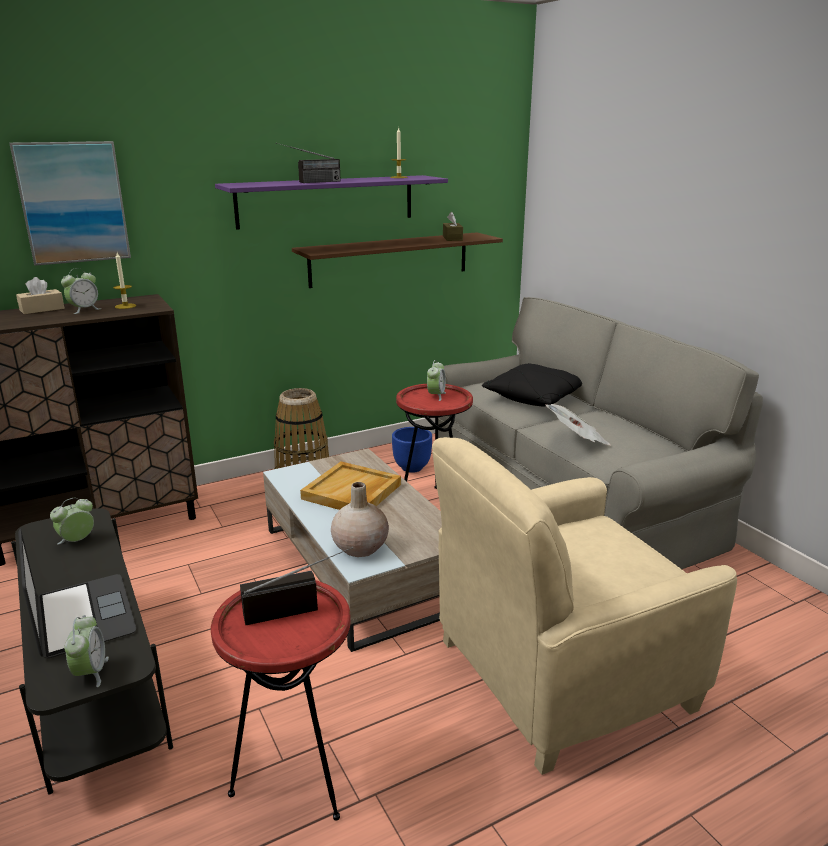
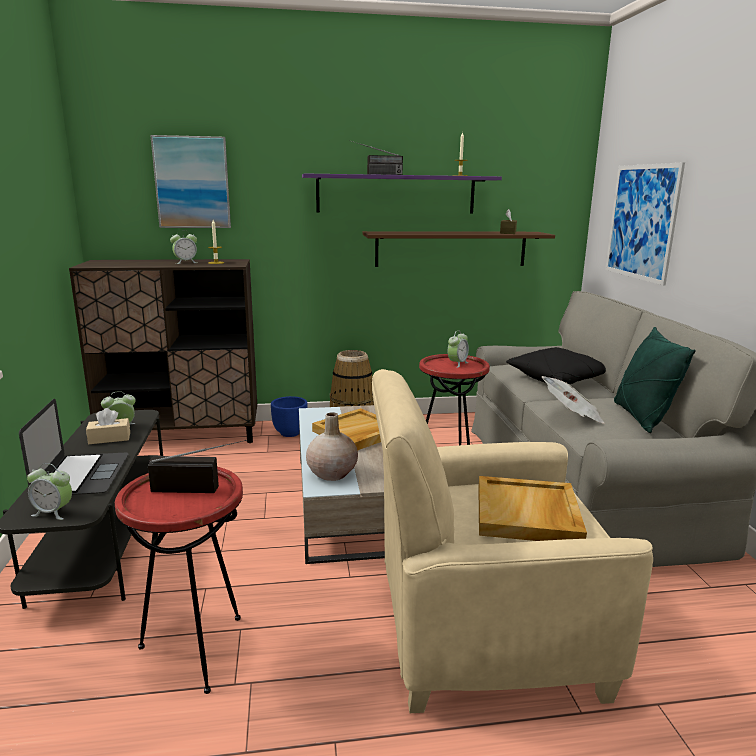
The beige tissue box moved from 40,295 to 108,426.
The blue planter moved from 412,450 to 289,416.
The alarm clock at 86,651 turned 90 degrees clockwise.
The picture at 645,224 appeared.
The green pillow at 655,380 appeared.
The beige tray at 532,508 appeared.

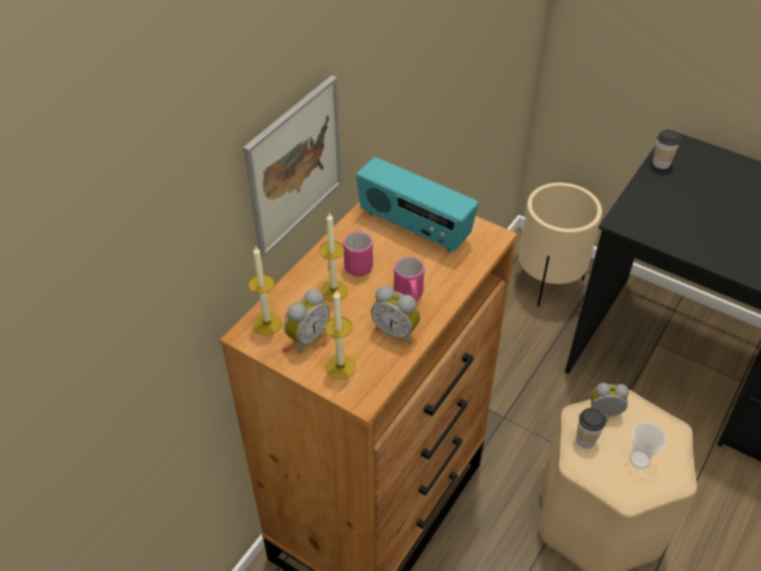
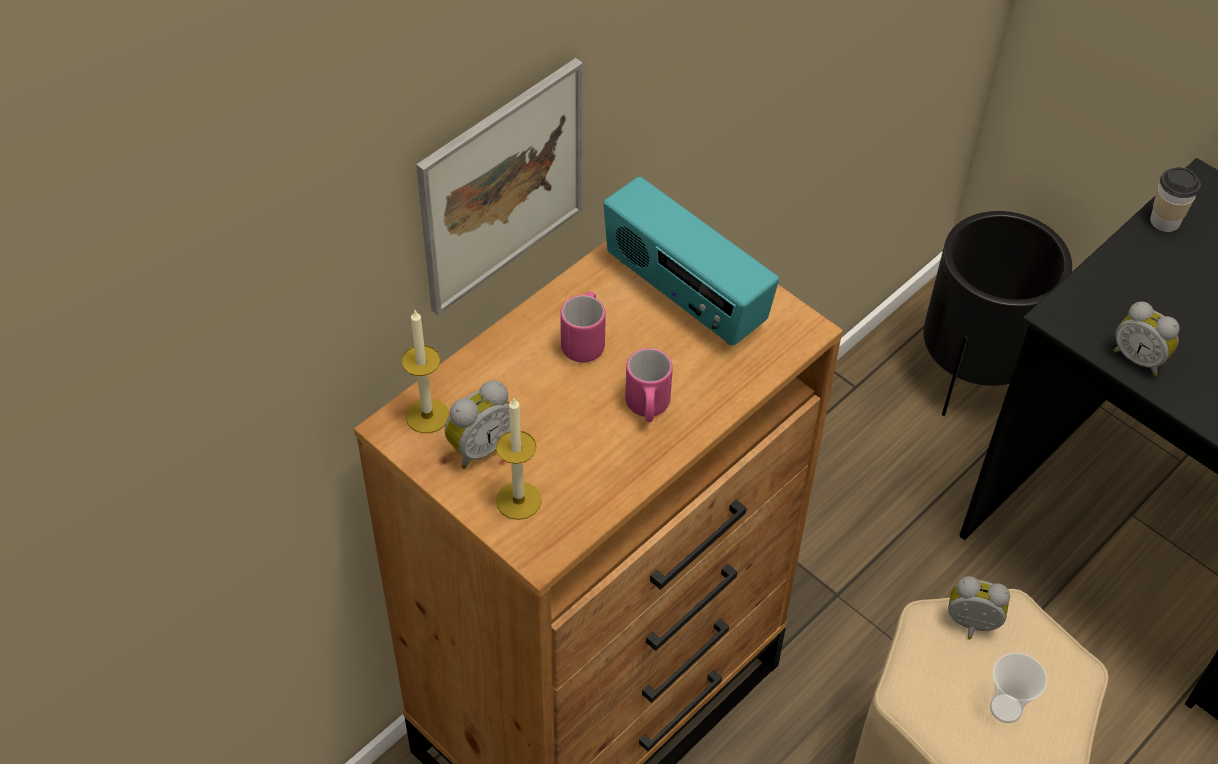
The beige planter at 560,245 became the black planter at 997,313.
The candle at 333,256 disappeared.
The alarm clock moved from 395,315 to 1146,338.
The cup at 591,428 disappeared.

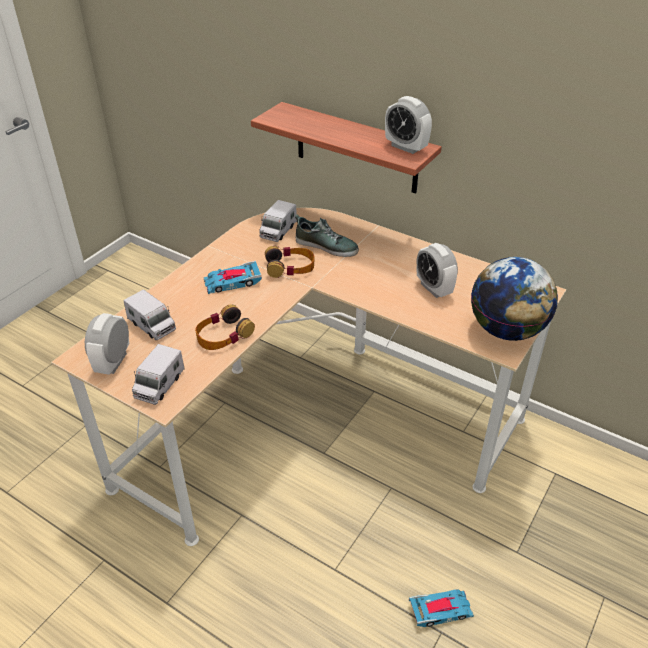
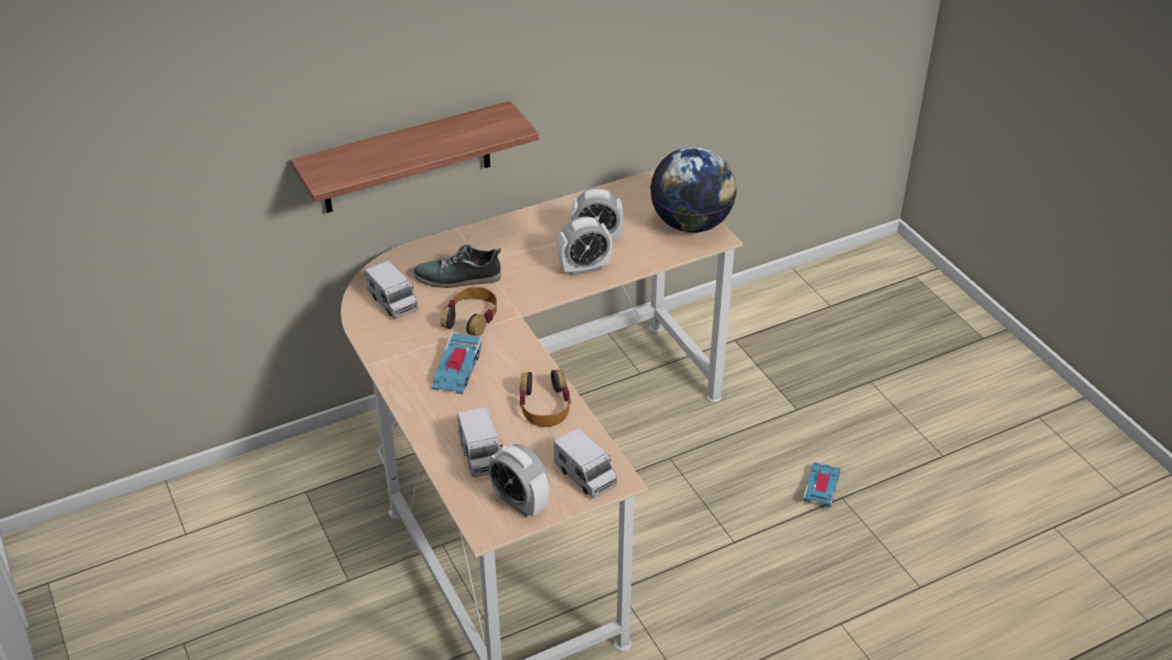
The alarm clock moved from 408,125 to 585,246.
The shoe at 327,236 turned 150 degrees counterclockwise.
The toy truck at 150,314 turned 90 degrees clockwise.

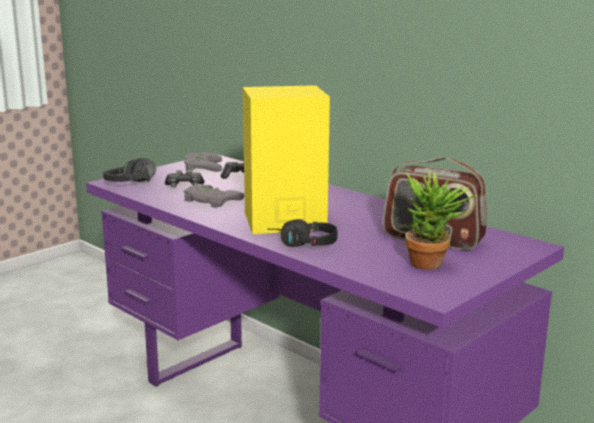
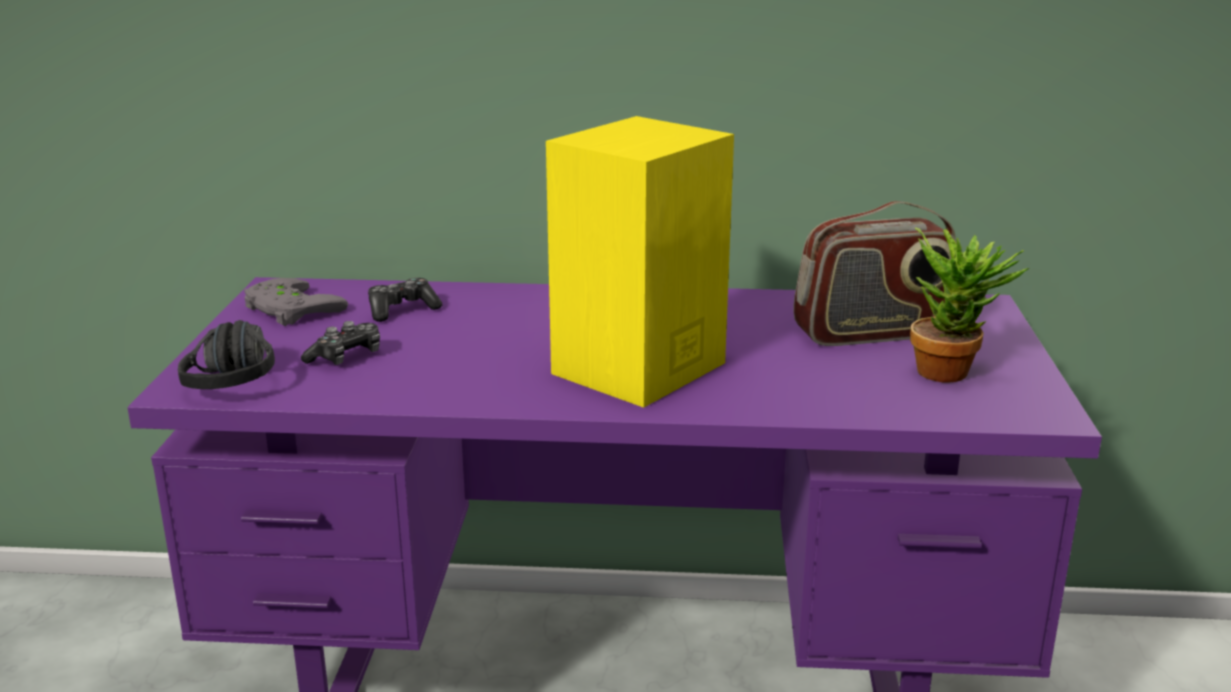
The grey game controller at 214,196 disappeared.
The black headphones at 303,233 disappeared.

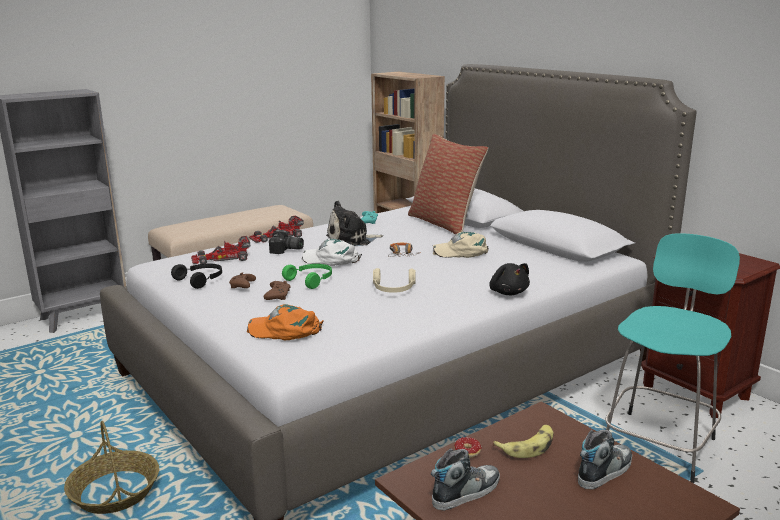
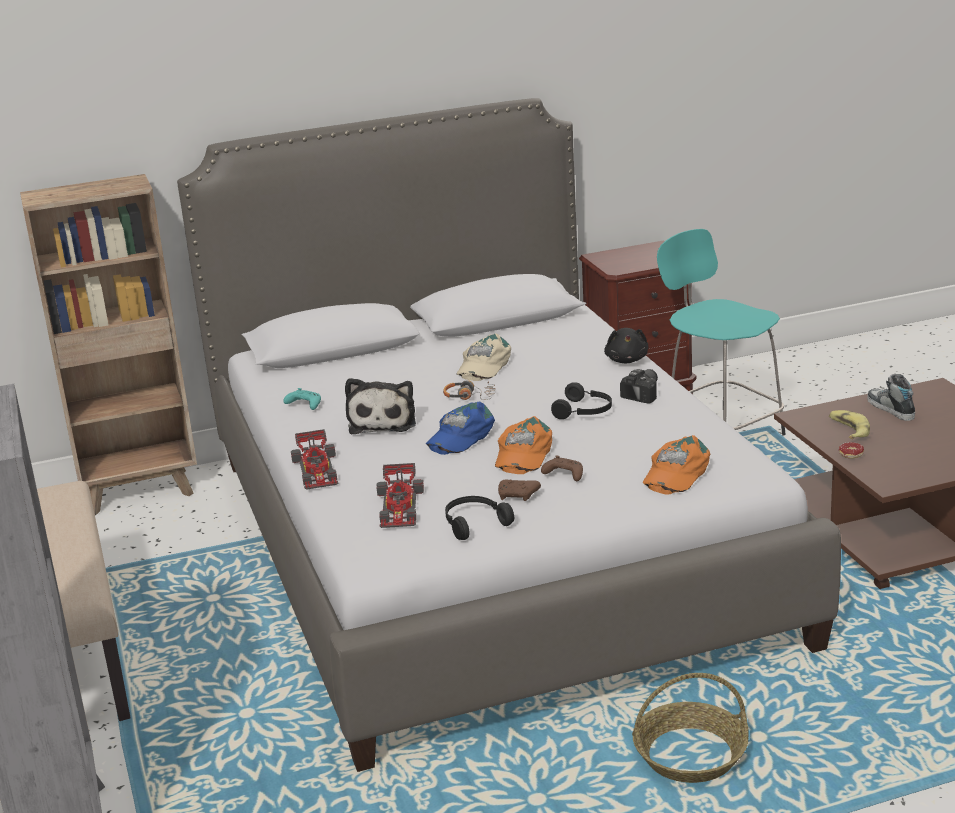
The pillow at 448,184 disappeared.
The photo camera moved from 286,242 to 639,386.
The white cap at 332,252 became the blue cap at 460,428.
The black plush toy at 509,279 turned 90 degrees clockwise.
The green headphones at 307,276 was replaced by the orange cap at 523,445.
The beige headphones at 394,280 became the black headphones at 581,400.
The shoe at 465,479 disappeared.

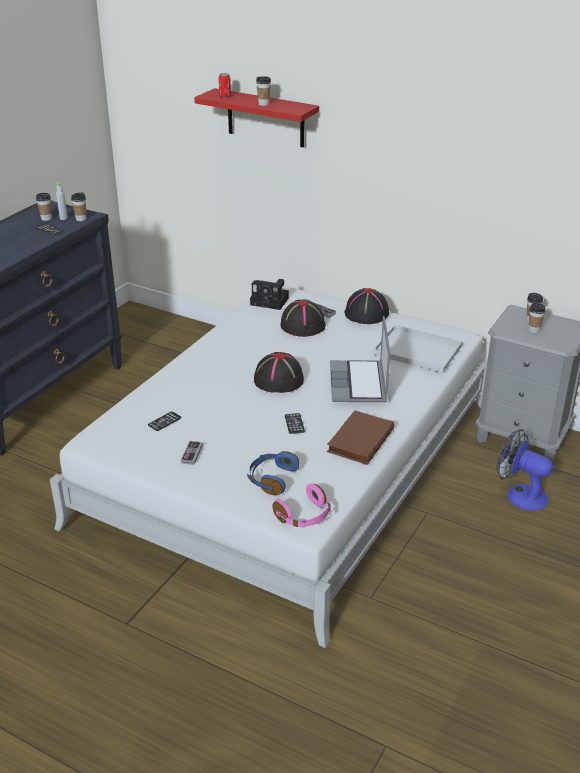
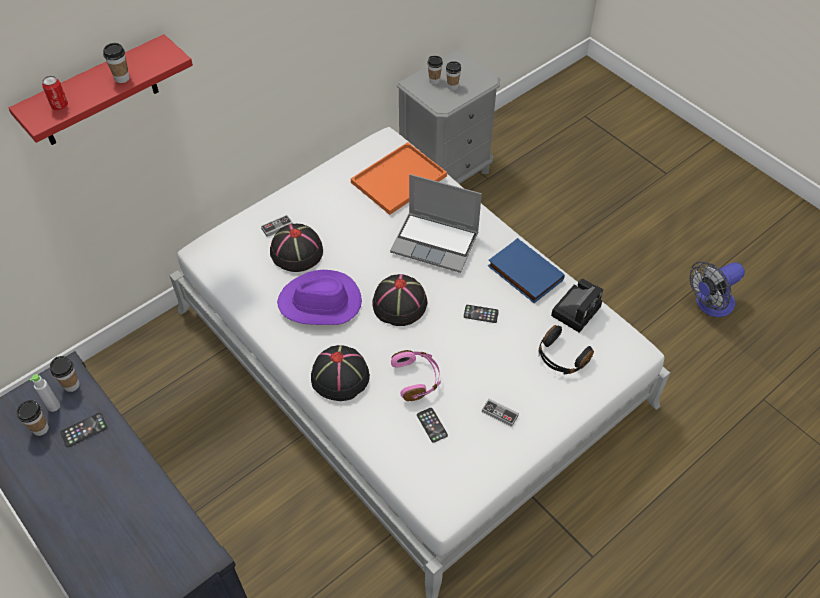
The photo camera moved from 269,294 to 577,306.
The black hat moved from 367,306 to 340,373.
The white tray at 417,349 became the orange tray at 399,178.
The brown book at 360,437 became the blue book at 526,270.
The fan moved from 524,470 to 717,289.
The blue headphones at 273,473 became the black headphones at 566,350.
The pink headphones moved from 302,506 to 416,375.
The purple hat at 319,297 appeared.

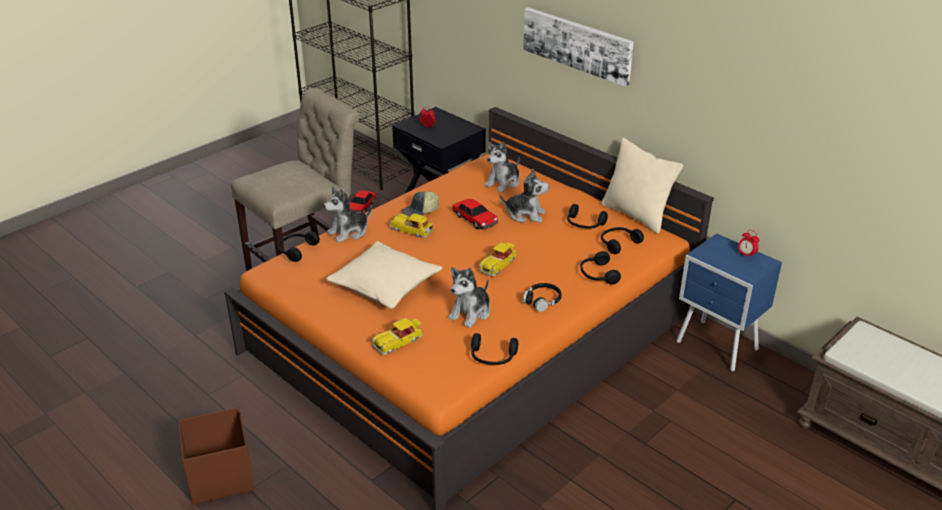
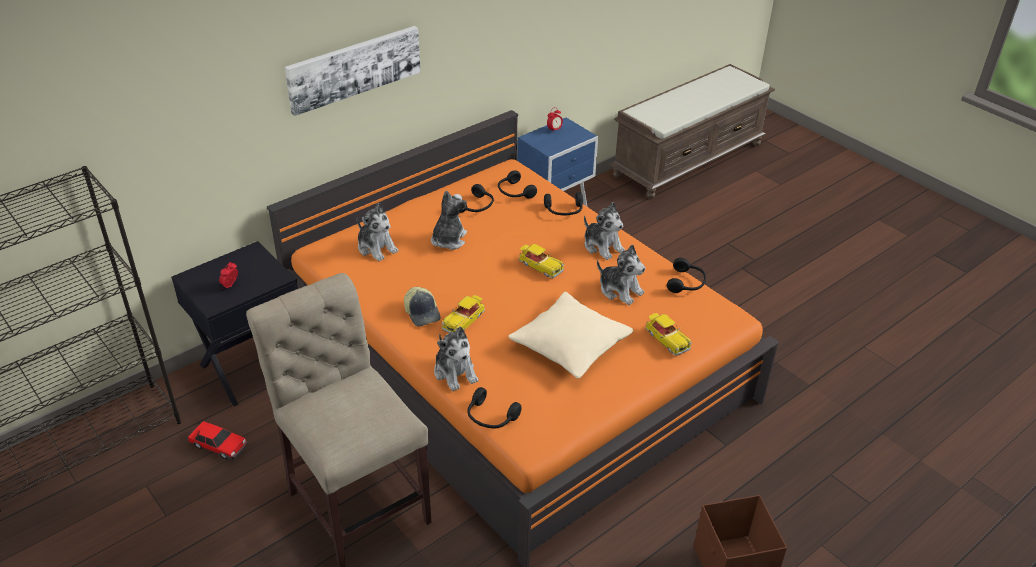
The beige pillow at 642,186 disappeared.
The toy car at 475,214 disappeared.
The black headphones at 542,297 was replaced by the plush toy at 604,231.

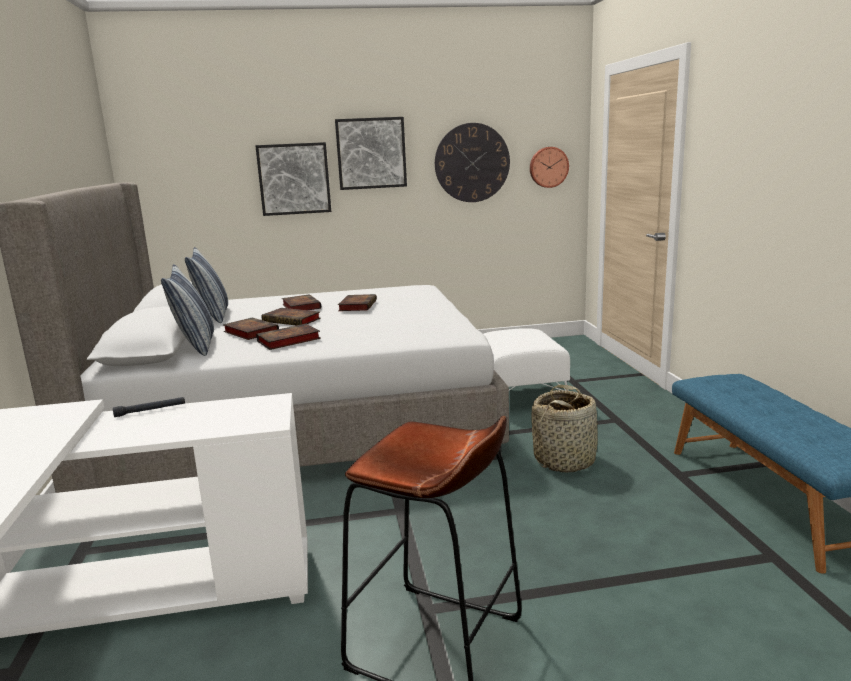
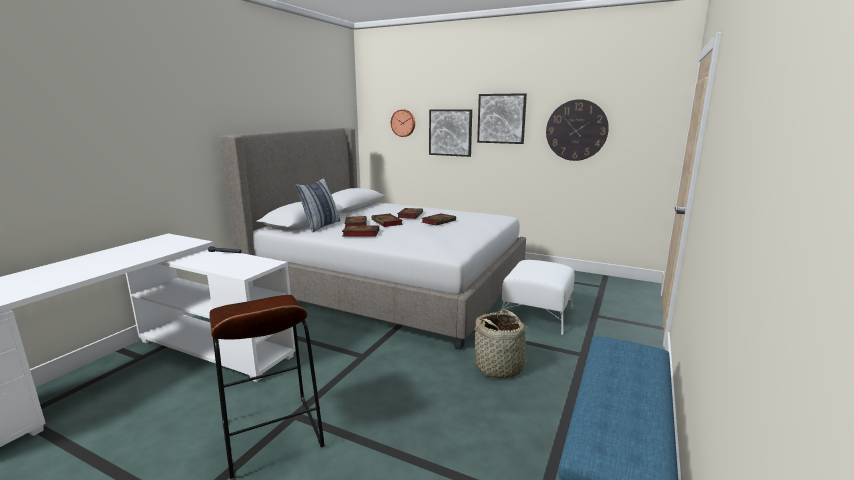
The wall clock moved from 549,167 to 403,123.
The pillow at 206,285 disappeared.

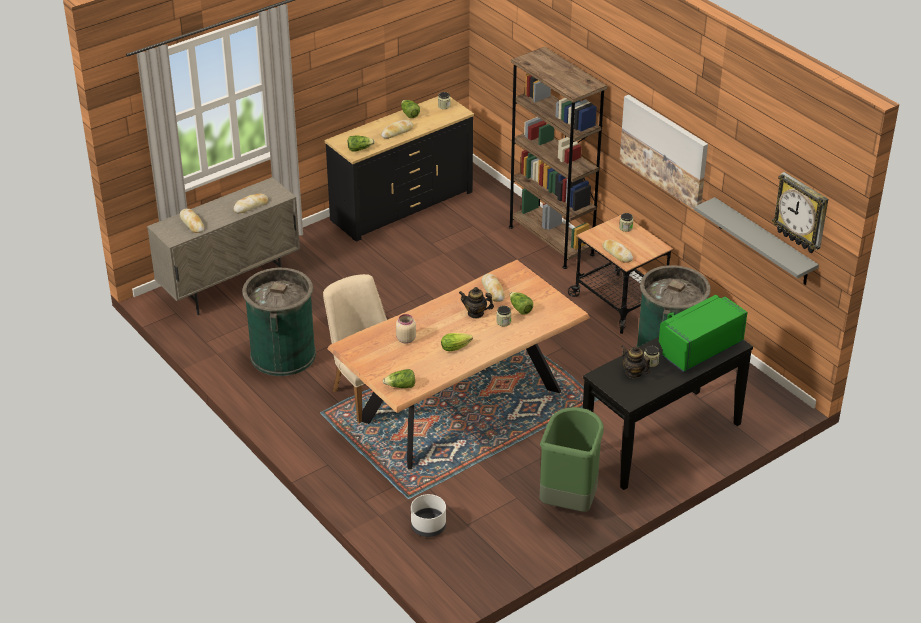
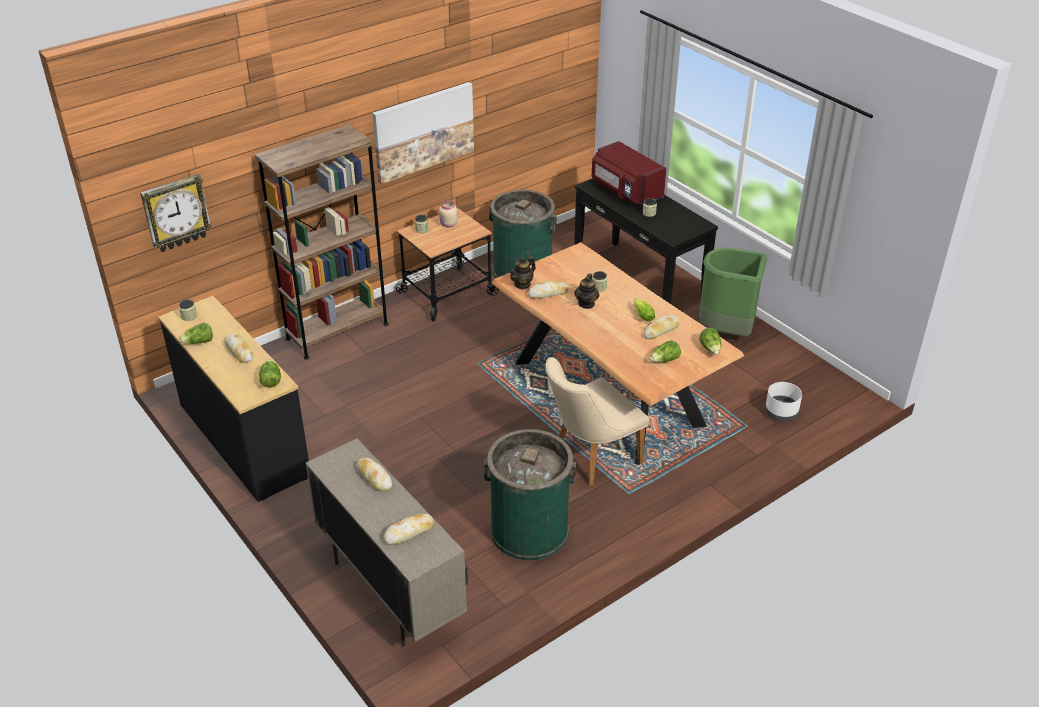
The wall clock moved from 800,212 to 176,213.
The grey shelf at 756,241 disappeared.
The bread moved from 617,251 to 661,327.
The lettuce moved from 521,303 to 665,351.
The green microwave at 703,333 became the red microwave at 629,173.
The beige jar moved from 406,329 to 448,214.
The teapot moved from 635,361 to 522,273.

